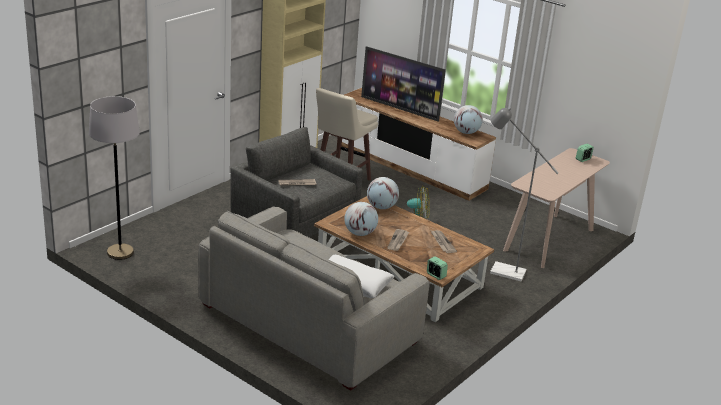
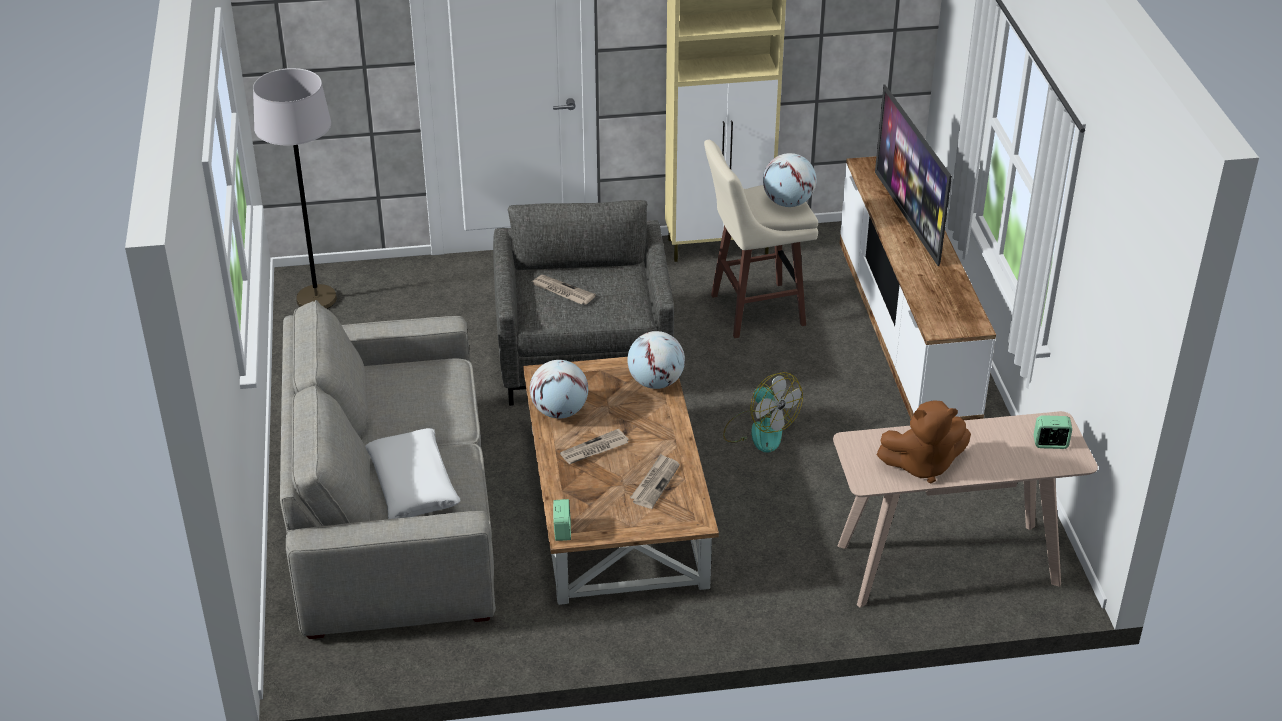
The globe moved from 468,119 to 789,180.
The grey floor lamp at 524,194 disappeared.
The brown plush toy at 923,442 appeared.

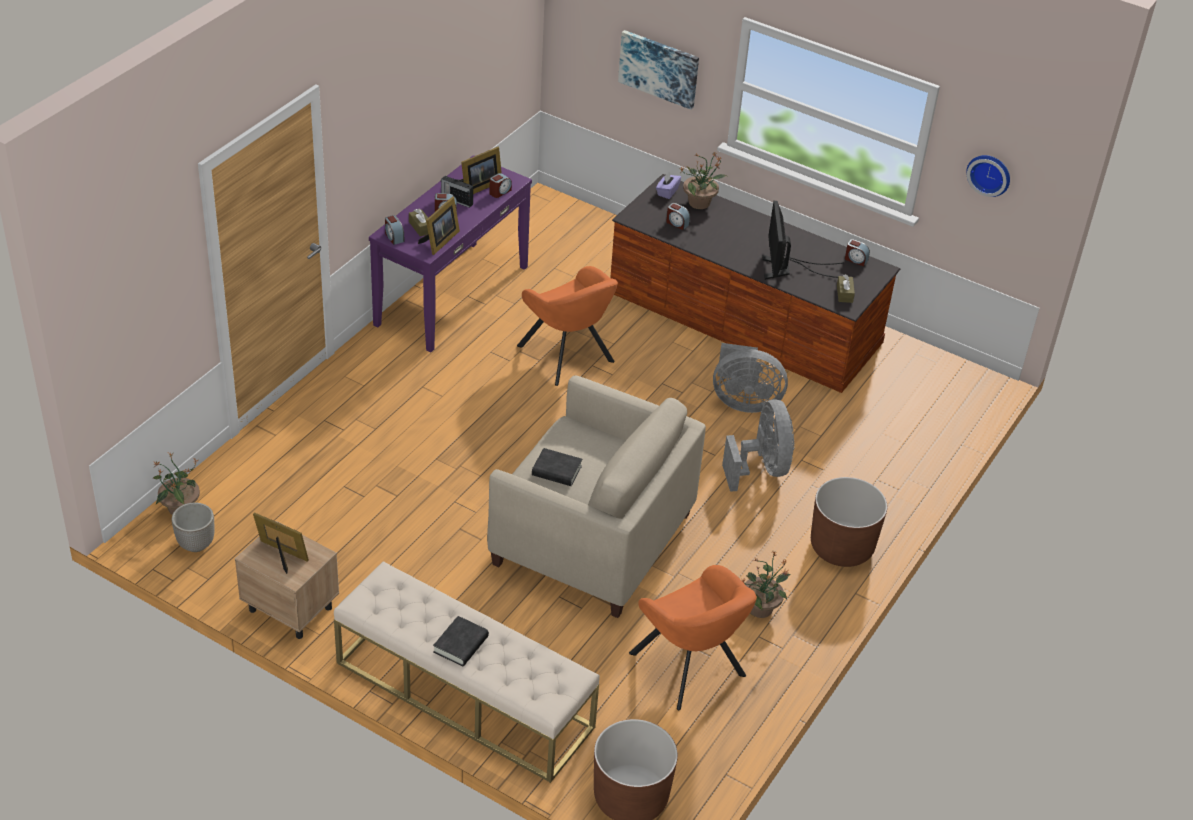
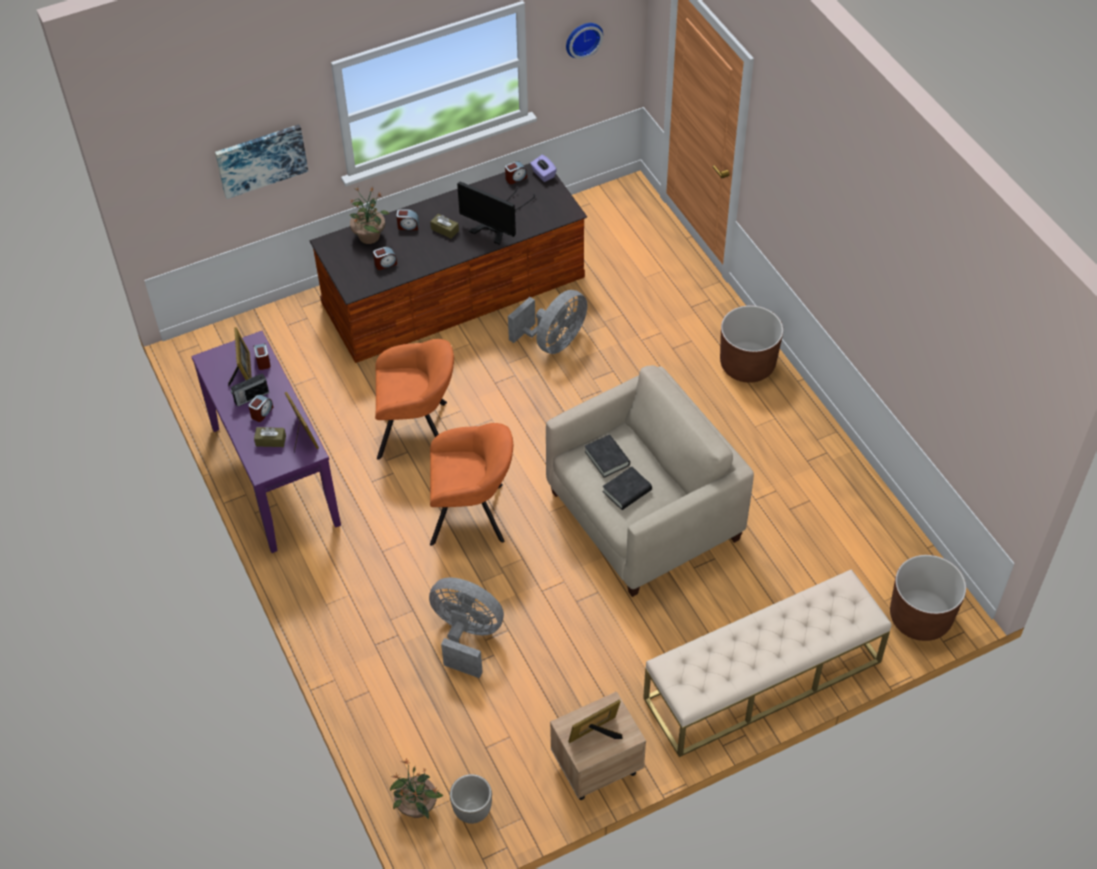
The purple tissue box moved from 668,185 to 543,168.
The alarm clock moved from 394,230 to 407,219.
The brown tissue box moved from 846,288 to 444,226.
The grey fan moved from 758,445 to 466,627.
The potted plant at 766,584 disappeared.
The orange armchair moved from 693,637 to 471,484.
The black book moved from 461,641 to 607,456.

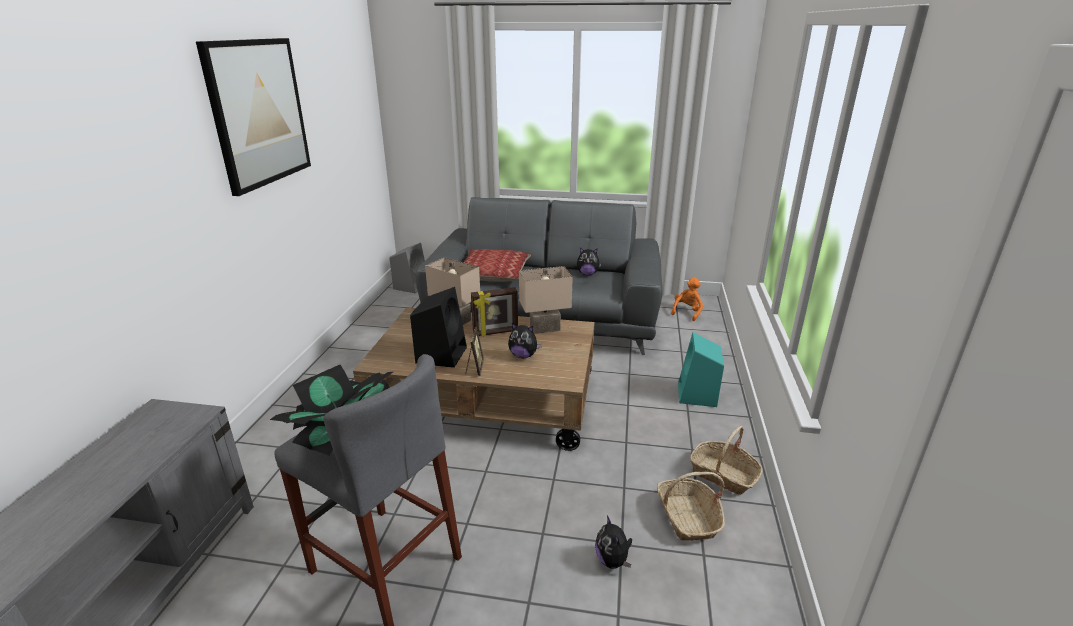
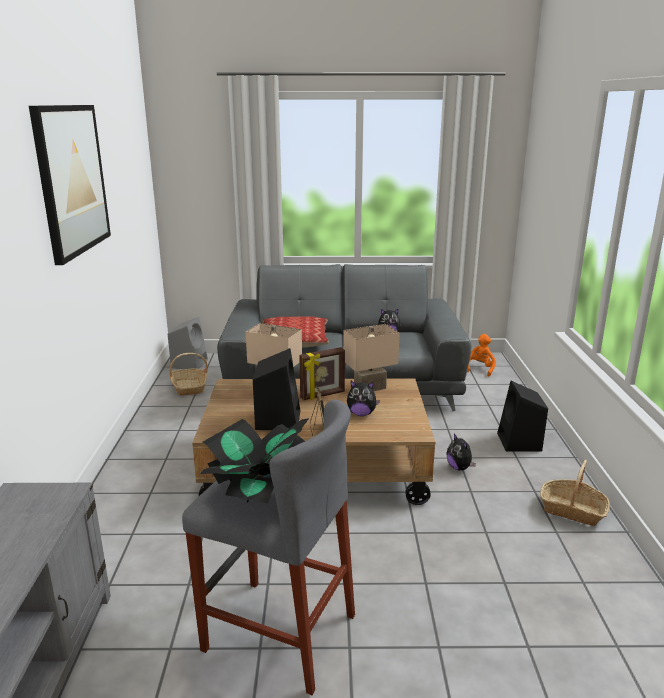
The turquoise speaker at 701,369 became the black speaker at 522,416.
The basket moved from 691,506 to 189,374.
The plush toy moved from 613,542 to 461,451.

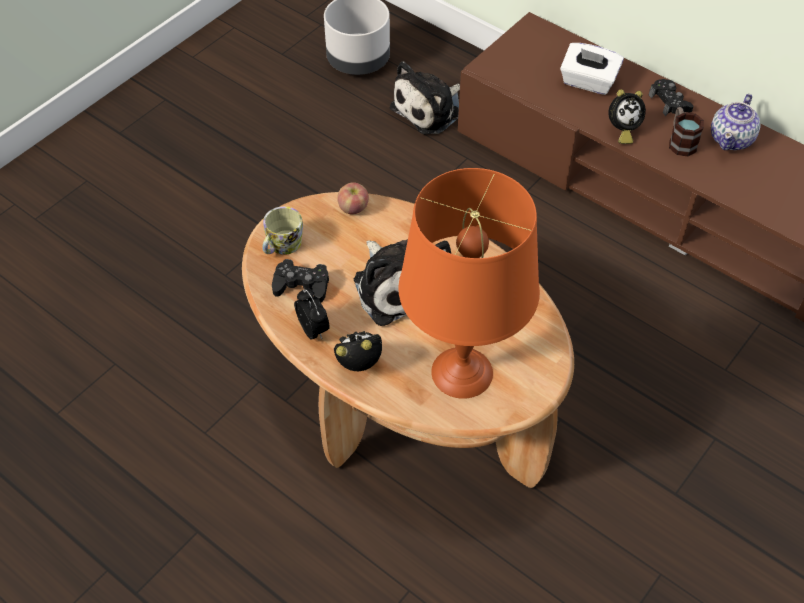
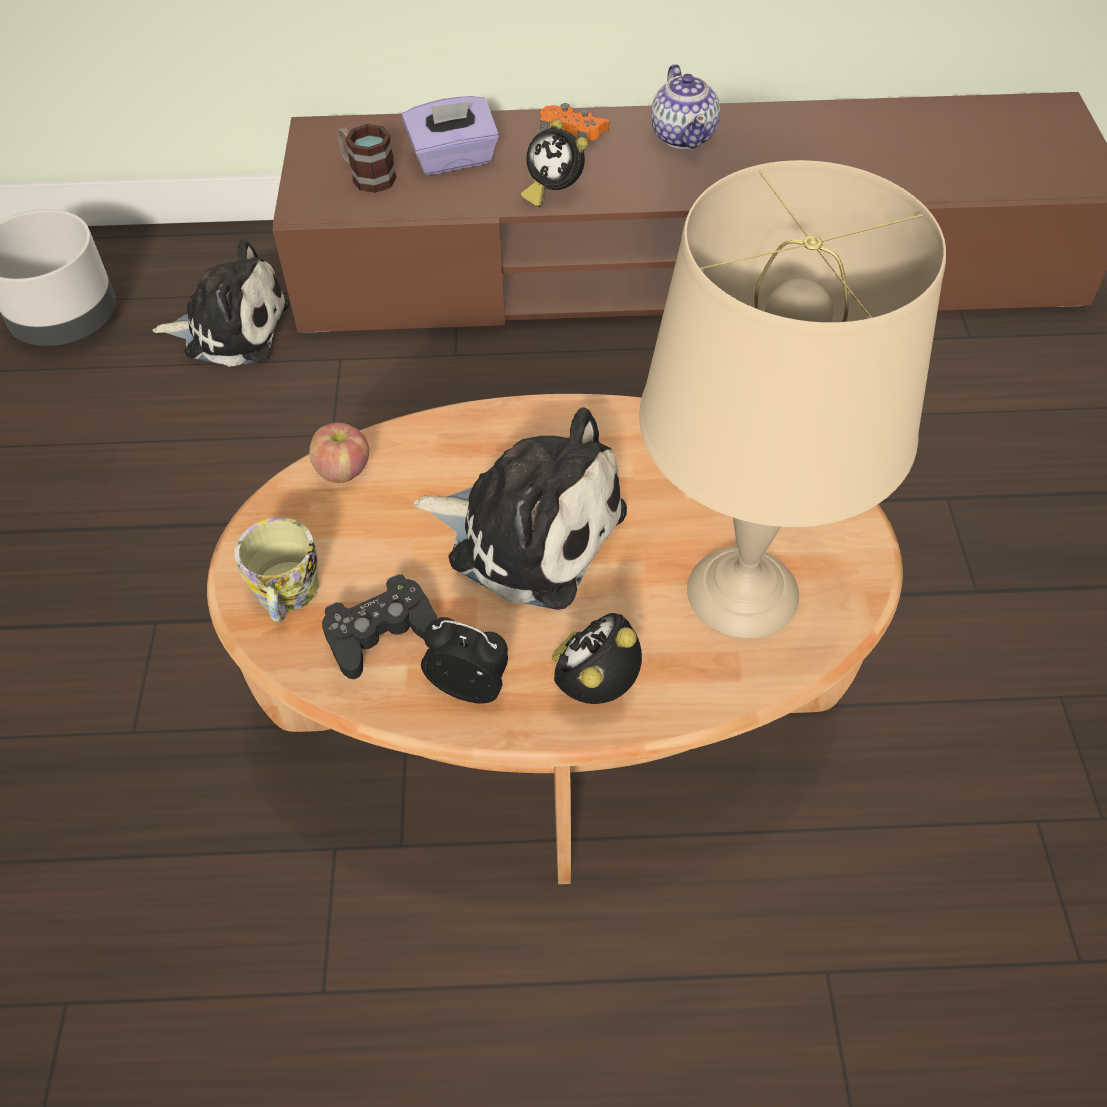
The white tissue box at 592,69 became the purple tissue box at 450,135.
The plush toy at 425,98 turned 90 degrees counterclockwise.
The black game controller at 671,97 became the orange game controller at 574,122.
The alarm clock at 627,116 turned 90 degrees clockwise.
The mug moved from 686,131 to 367,158.
The orange table lamp at 469,283 became the beige table lamp at 792,399.

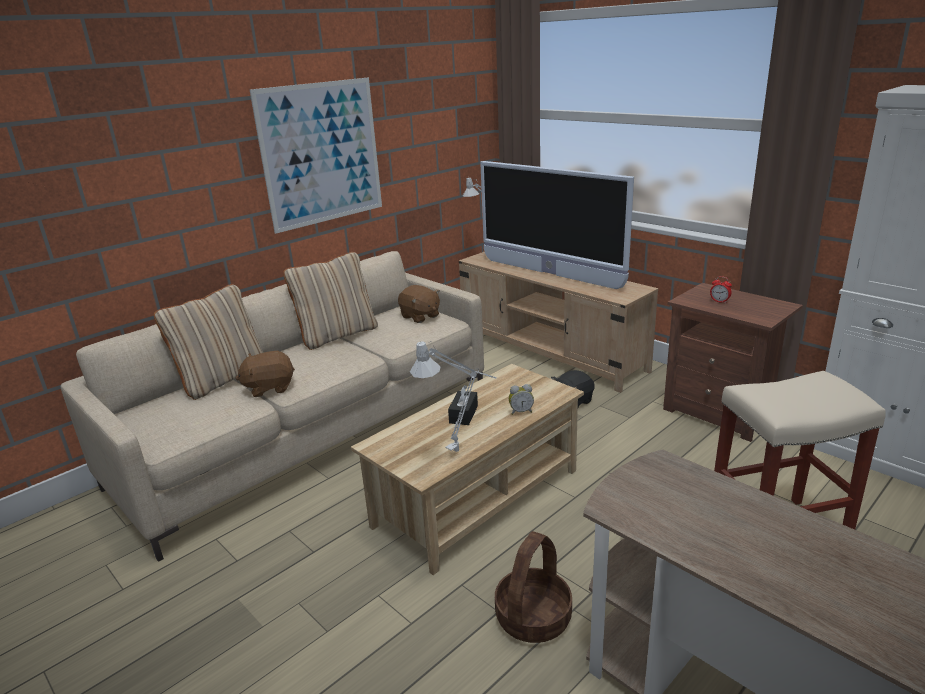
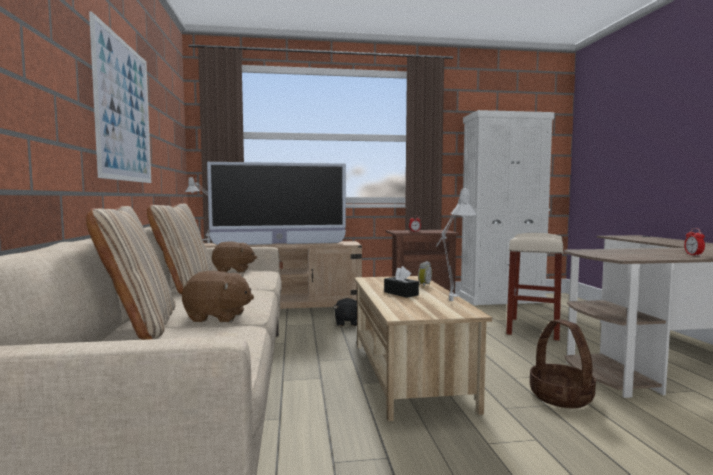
The brown plush toy at 265,374 turned 105 degrees counterclockwise.
The alarm clock at 694,242 appeared.

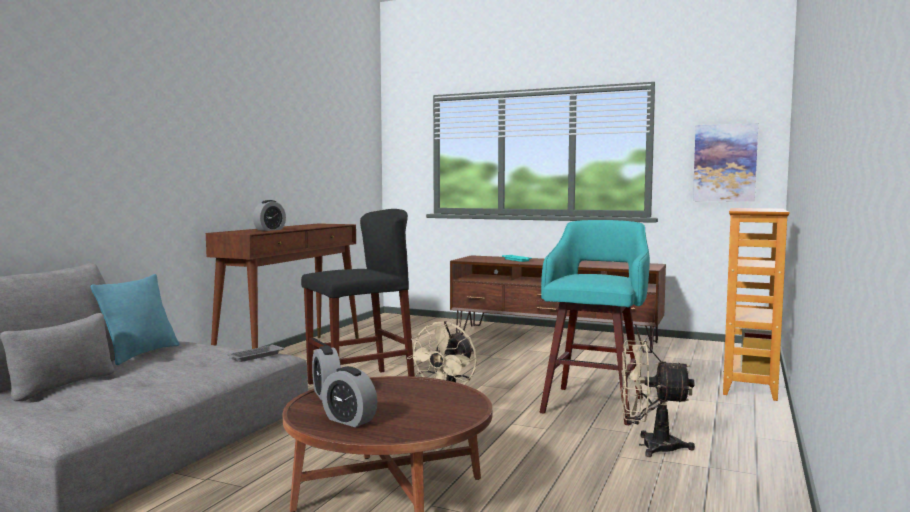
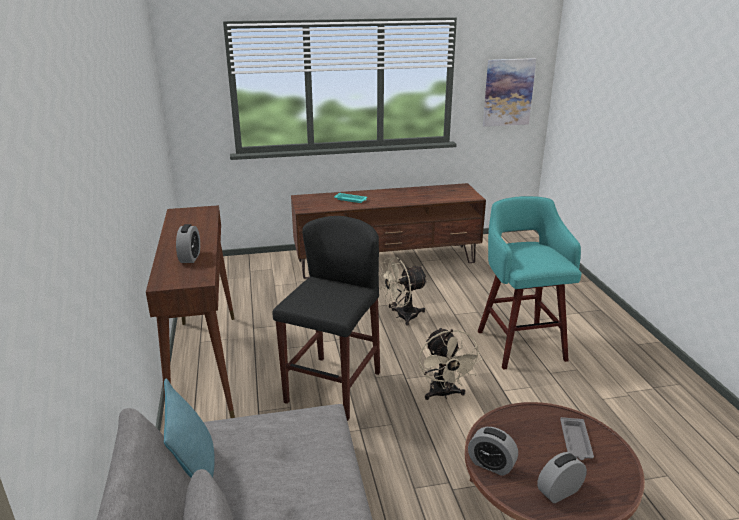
The bookcase at 756,304 disappeared.
The beige fan moved from 658,398 to 403,291.
The grey tray moved from 255,353 to 577,438.
The alarm clock at 350,396 turned 150 degrees clockwise.

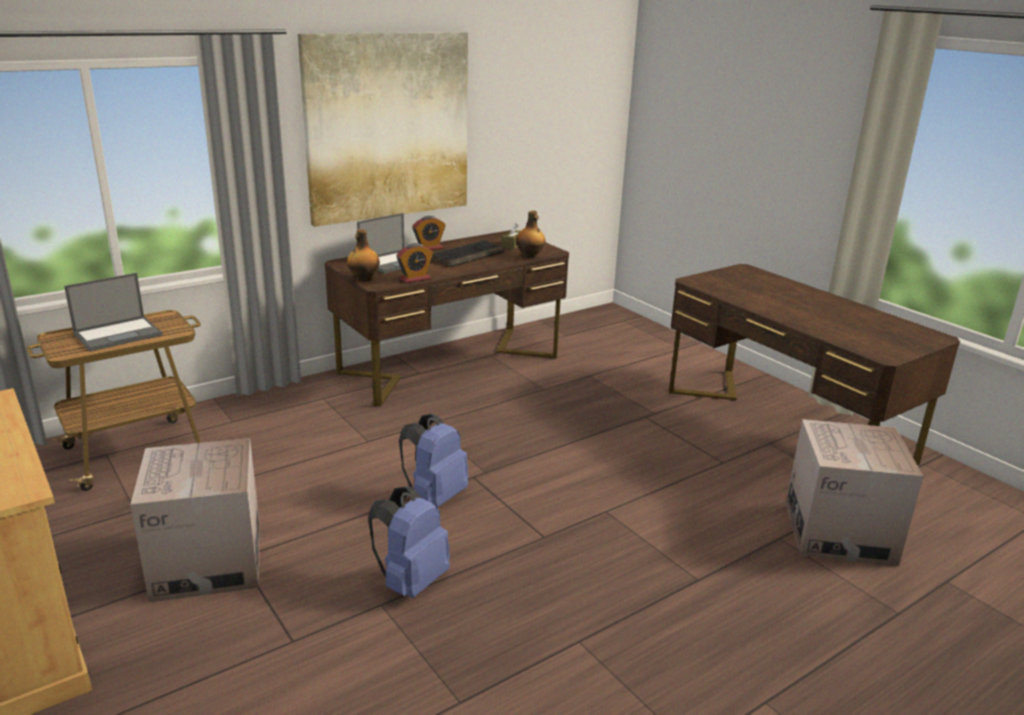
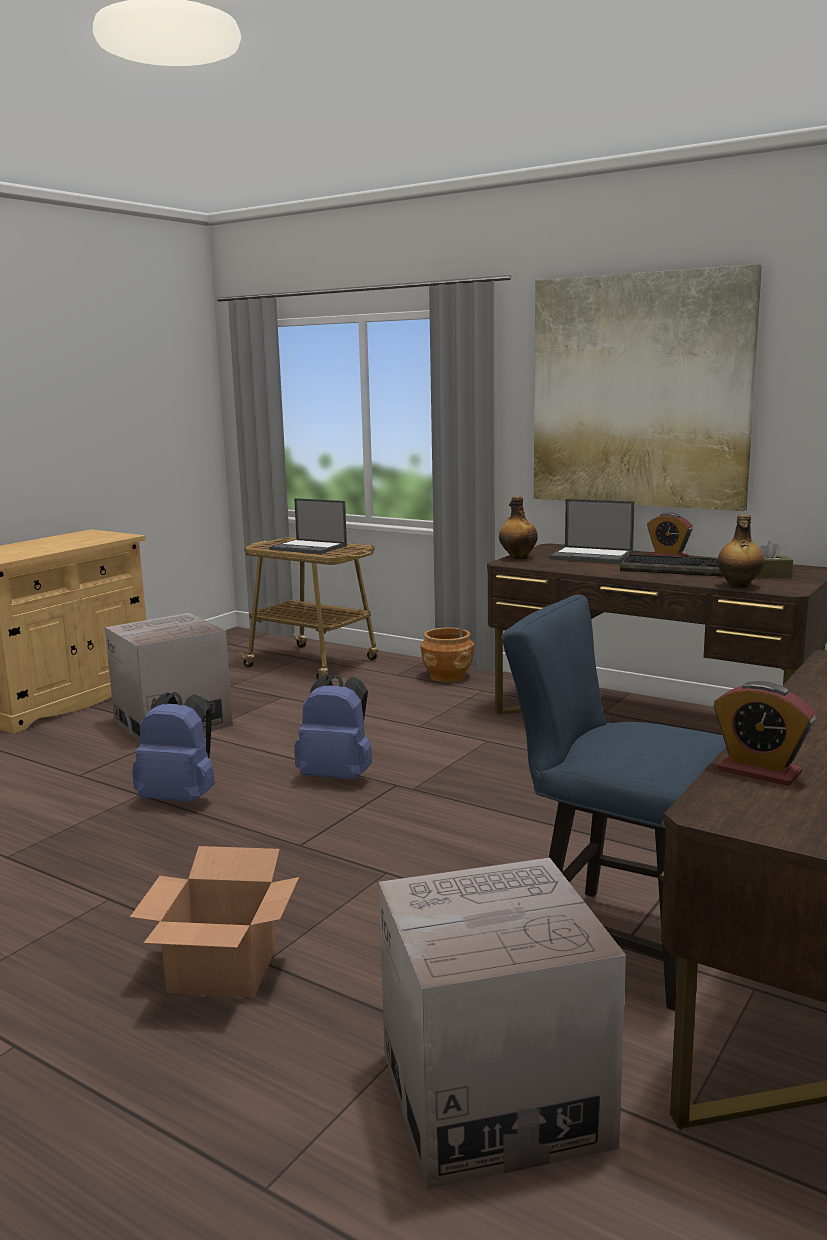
The alarm clock moved from 414,263 to 765,733.
The blue chair at 614,803 appeared.
The brown planter at 447,655 appeared.
The cardboard box at 214,922 appeared.

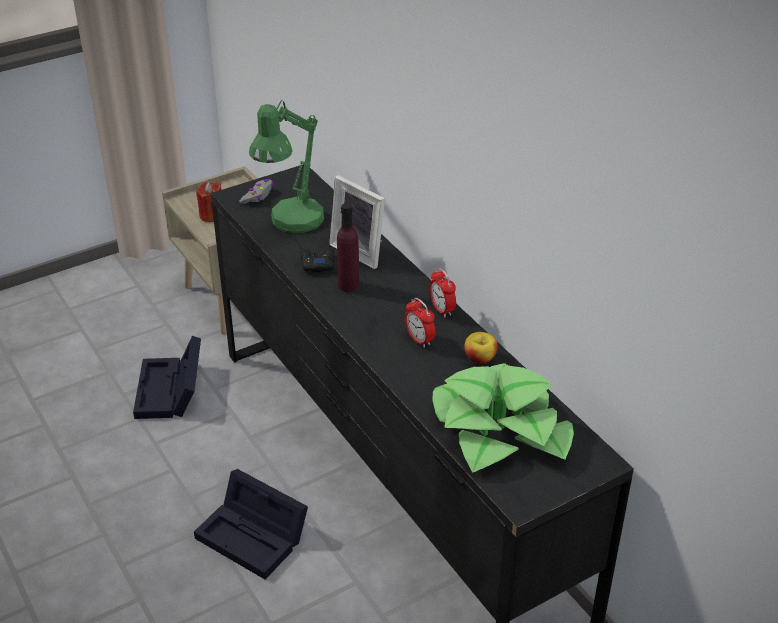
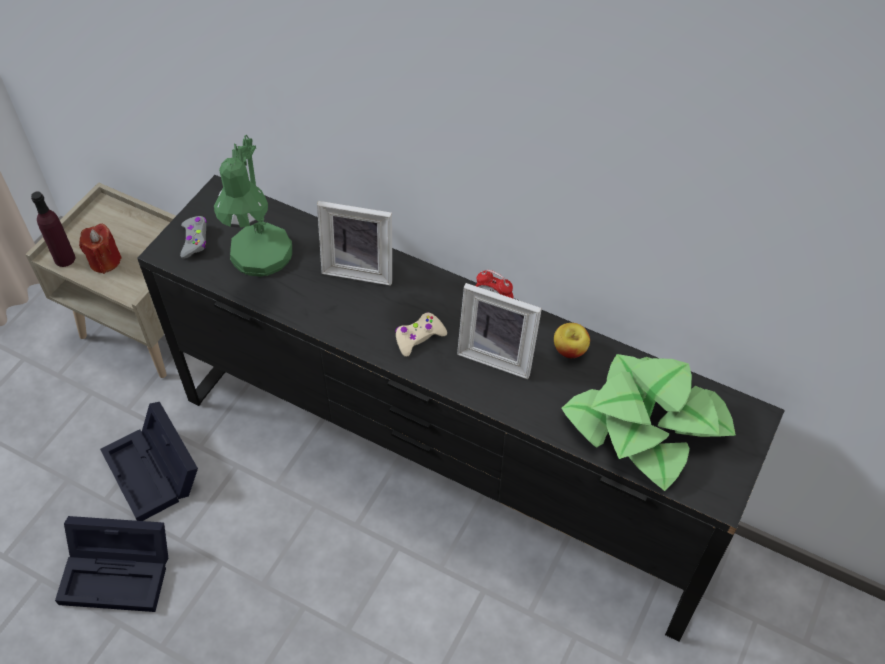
The purple bottle moved from 348,247 to 53,229.
The black game controller at 318,260 disappeared.
The alarm clock at 420,323 was replaced by the picture frame at 499,331.
The black storage box moved from 251,524 to 111,564.
The beige game controller at 421,334 appeared.

